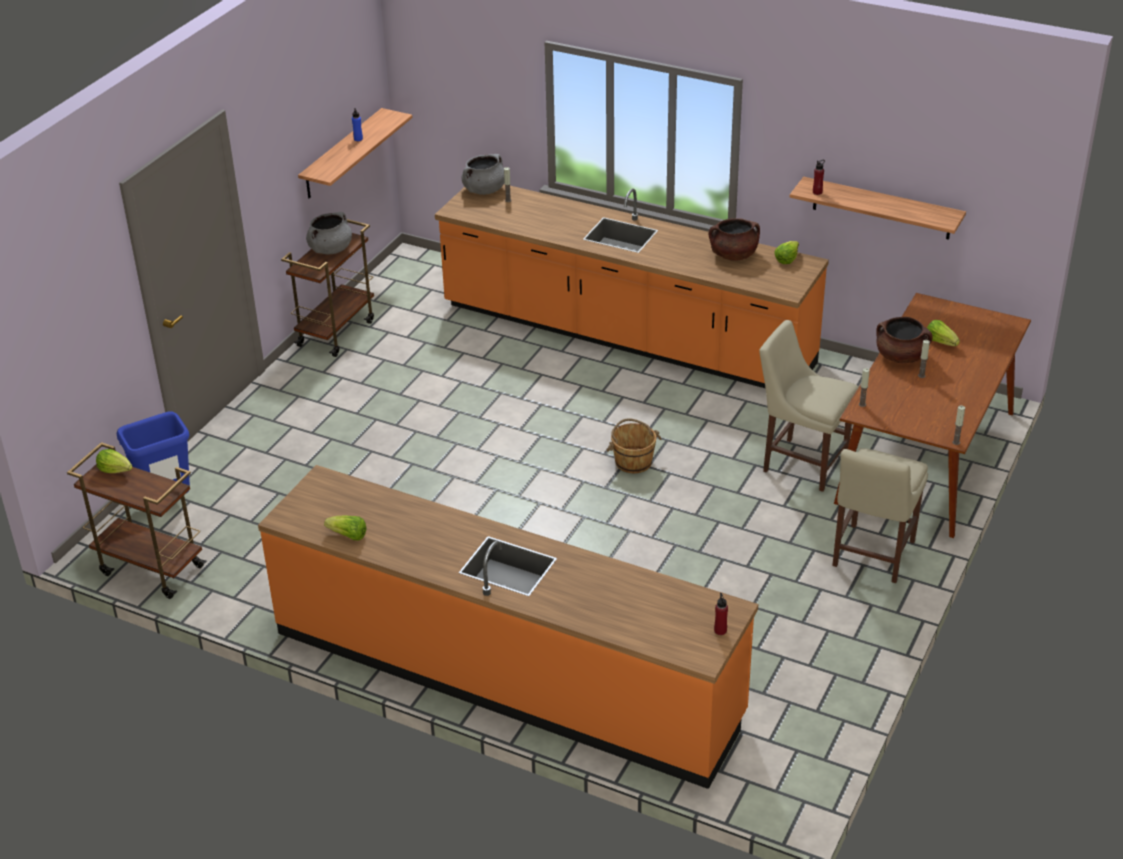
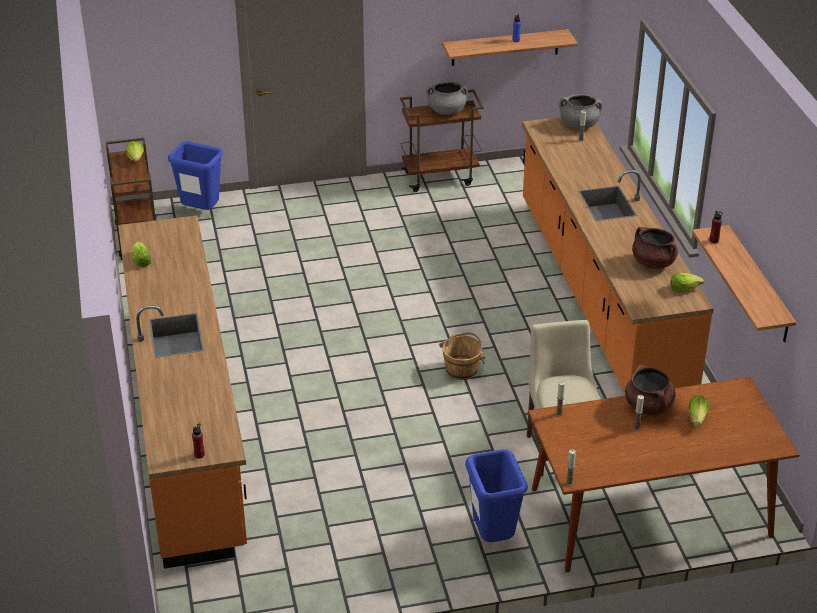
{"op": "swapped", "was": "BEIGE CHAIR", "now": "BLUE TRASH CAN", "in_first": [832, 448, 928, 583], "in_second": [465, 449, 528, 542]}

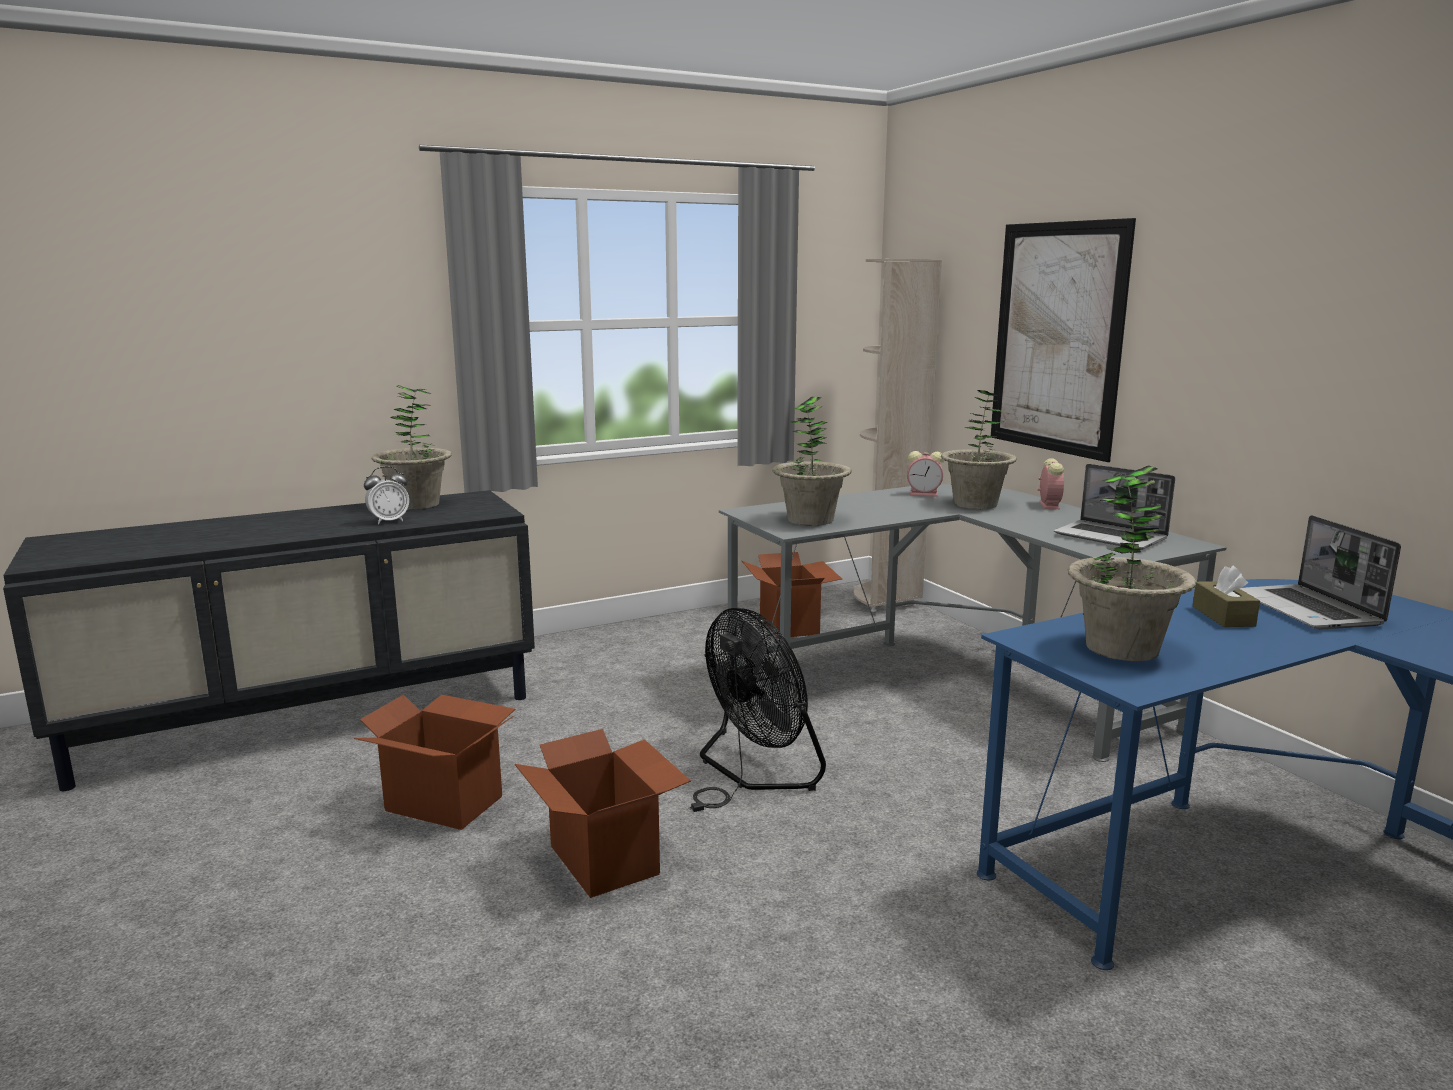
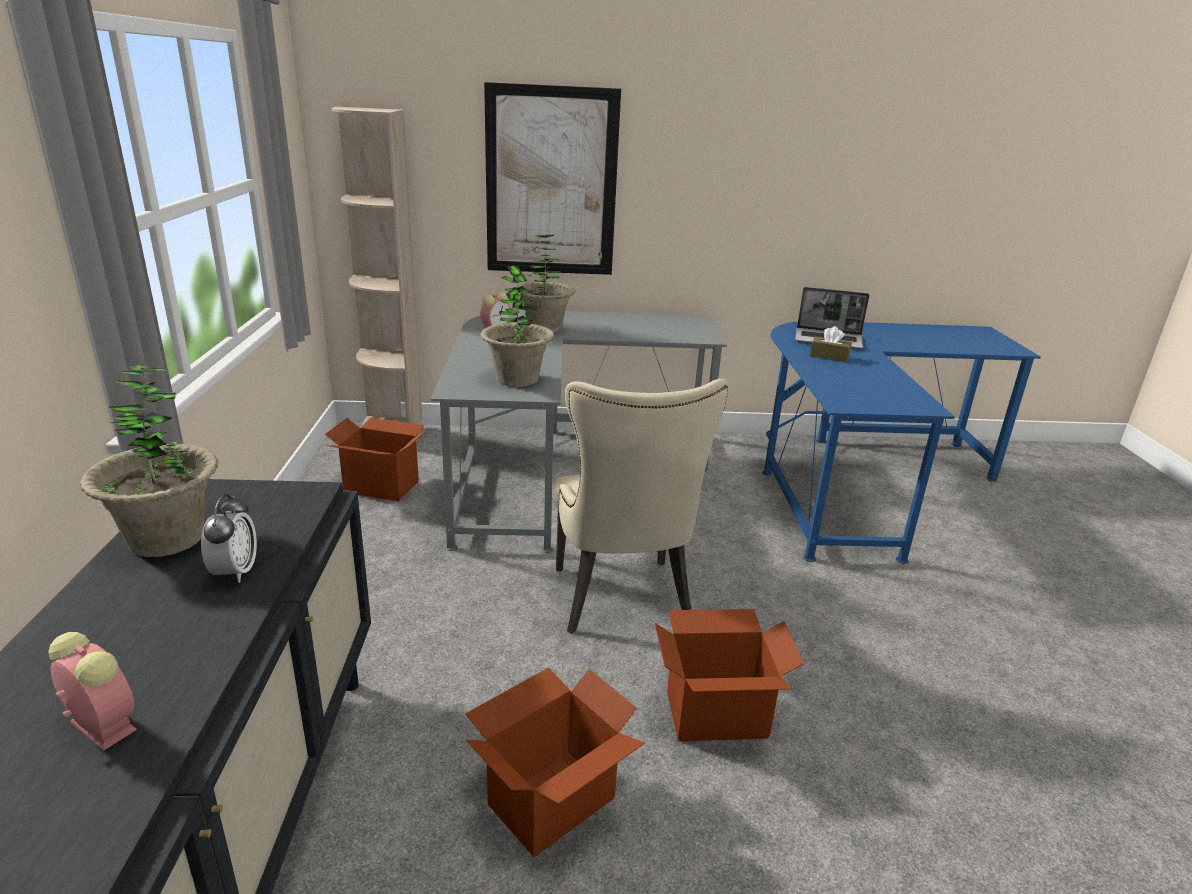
{"op": "shifted", "was": "ALARM CLOCK", "in_first": [1038, 458, 1064, 509], "in_second": [48, 632, 137, 751]}
{"op": "swapped", "was": "BLACK FAN", "now": "BEIGE CHAIR", "in_first": [690, 608, 826, 812], "in_second": [554, 379, 728, 634]}
{"op": "gone", "was": "LAPTOP", "in_first": [1054, 464, 1175, 550]}
{"op": "gone", "was": "POTTED PLANT", "in_first": [1068, 465, 1196, 661]}

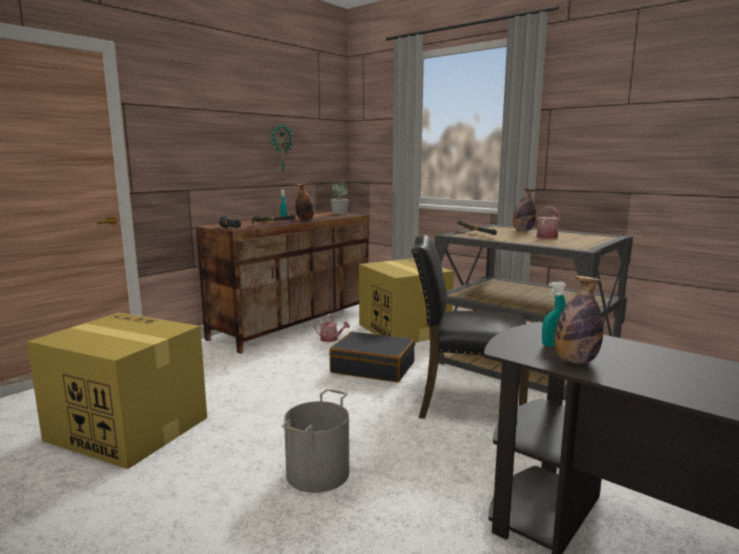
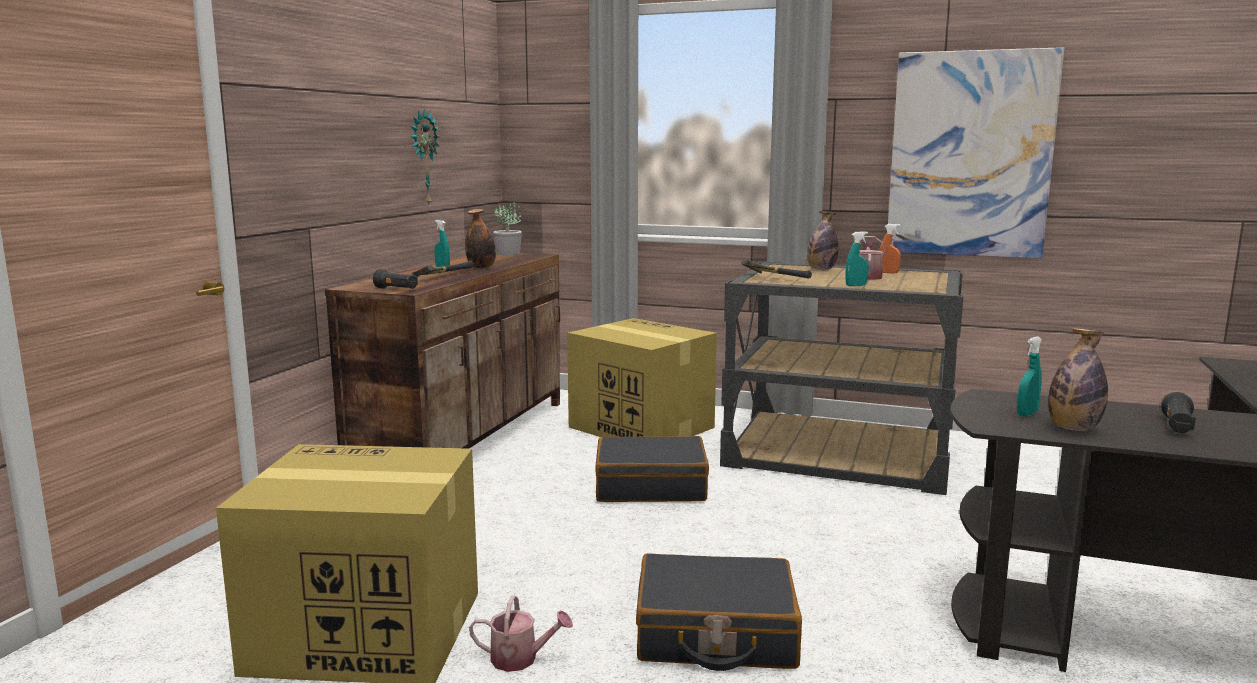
{"op": "shifted", "was": "WATERING CAN", "in_first": [314, 314, 350, 342], "in_second": [469, 595, 573, 672]}
{"op": "swapped", "was": "GREY BUCKET", "now": "BLACK SUITCASE", "in_first": [282, 389, 349, 493], "in_second": [636, 553, 802, 671]}
{"op": "new", "now": "TURQUOISE SPRAY BOTTLE", "in_second": [846, 231, 869, 286]}
{"op": "new", "now": "ORANGE SPRAY BOTTLE", "in_second": [879, 224, 901, 274]}
{"op": "new", "now": "PICTURE", "in_second": [888, 47, 1065, 258]}
{"op": "new", "now": "BLACK FLASHLIGHT", "in_second": [1161, 392, 1196, 433]}
{"op": "gone", "was": "BLACK CHAIR", "in_first": [411, 235, 529, 419]}

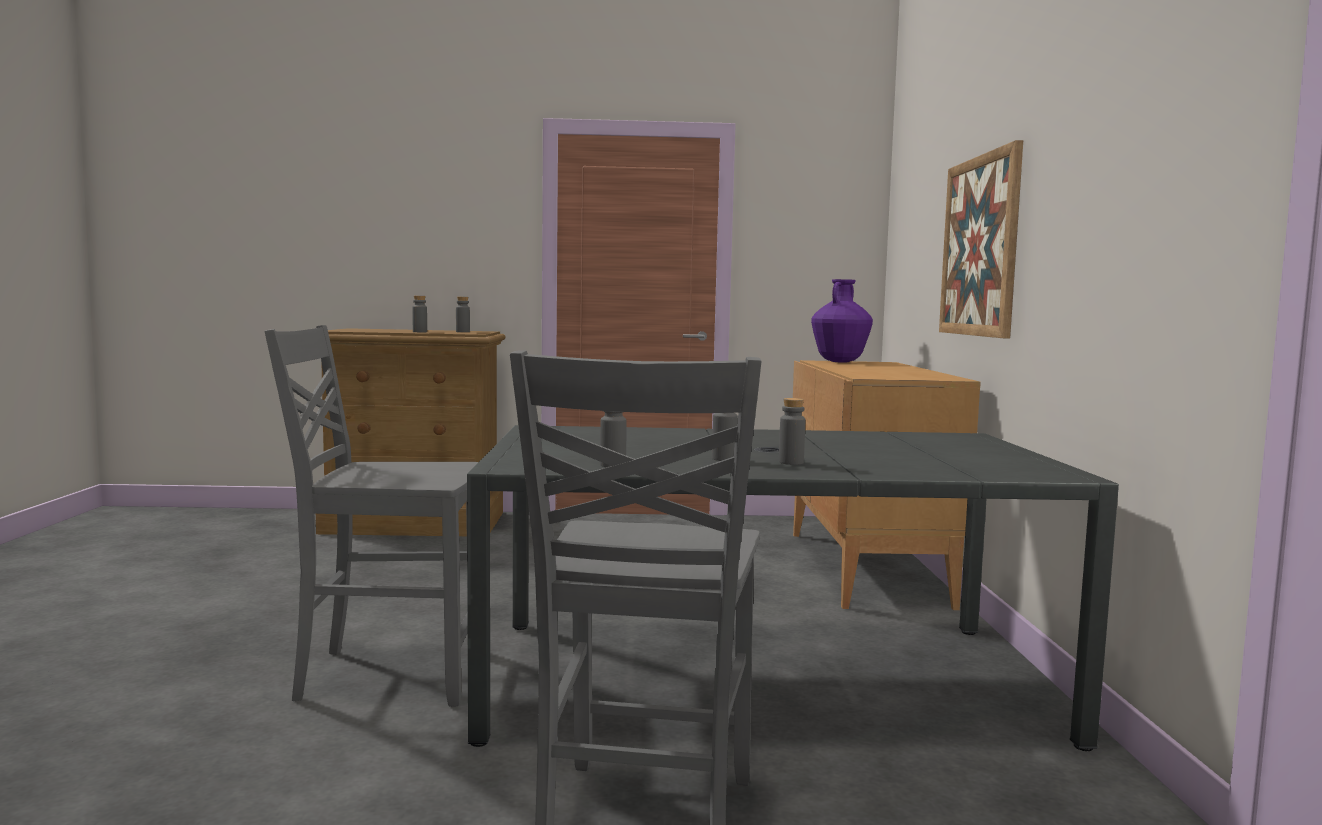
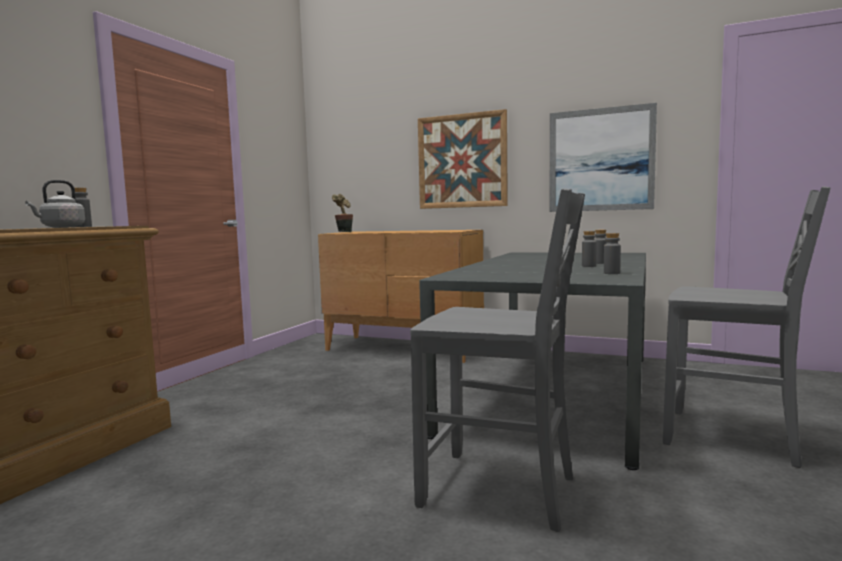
{"op": "swapped", "was": "GREY BOTTLE", "now": "GREY KETTLE", "in_first": [412, 296, 427, 332], "in_second": [25, 180, 85, 228]}
{"op": "swapped", "was": "PURPLE VASE", "now": "POTTED PLANT", "in_first": [811, 279, 873, 363], "in_second": [332, 194, 353, 232]}
{"op": "rotated", "was": "GREY CHAIR", "in_first": [265, 325, 478, 707], "in_second": [410, 188, 585, 532], "clockwise": -90}
{"op": "new", "now": "PICTURE", "in_second": [549, 103, 657, 212]}

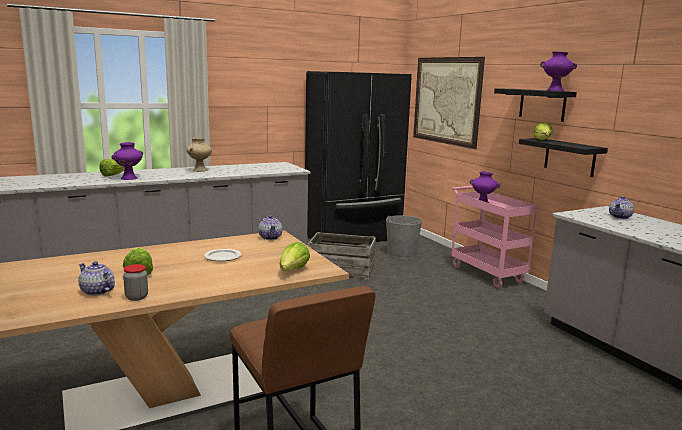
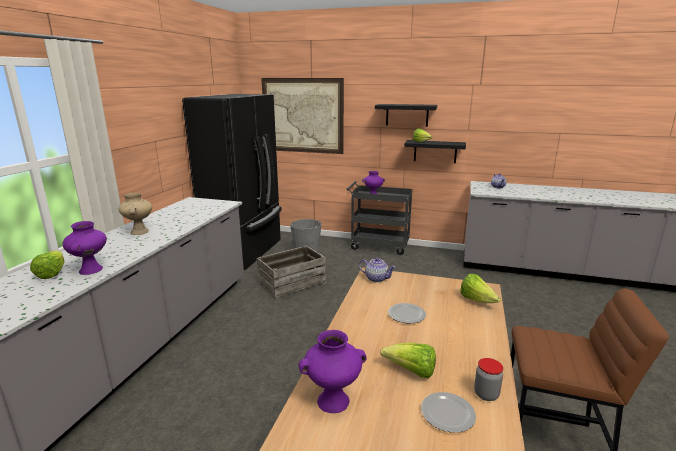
{"op": "shifted", "was": "PURPLE VASE", "in_first": [540, 51, 577, 91], "in_second": [299, 330, 367, 413]}
{"op": "repainted", "was": "PINK CART", "now": "GREY CART", "in_first": [451, 186, 537, 288], "in_second": [347, 181, 412, 255]}
{"op": "swapped", "was": "TEAPOT", "now": "PLATE", "in_first": [78, 261, 115, 296], "in_second": [421, 392, 476, 433]}

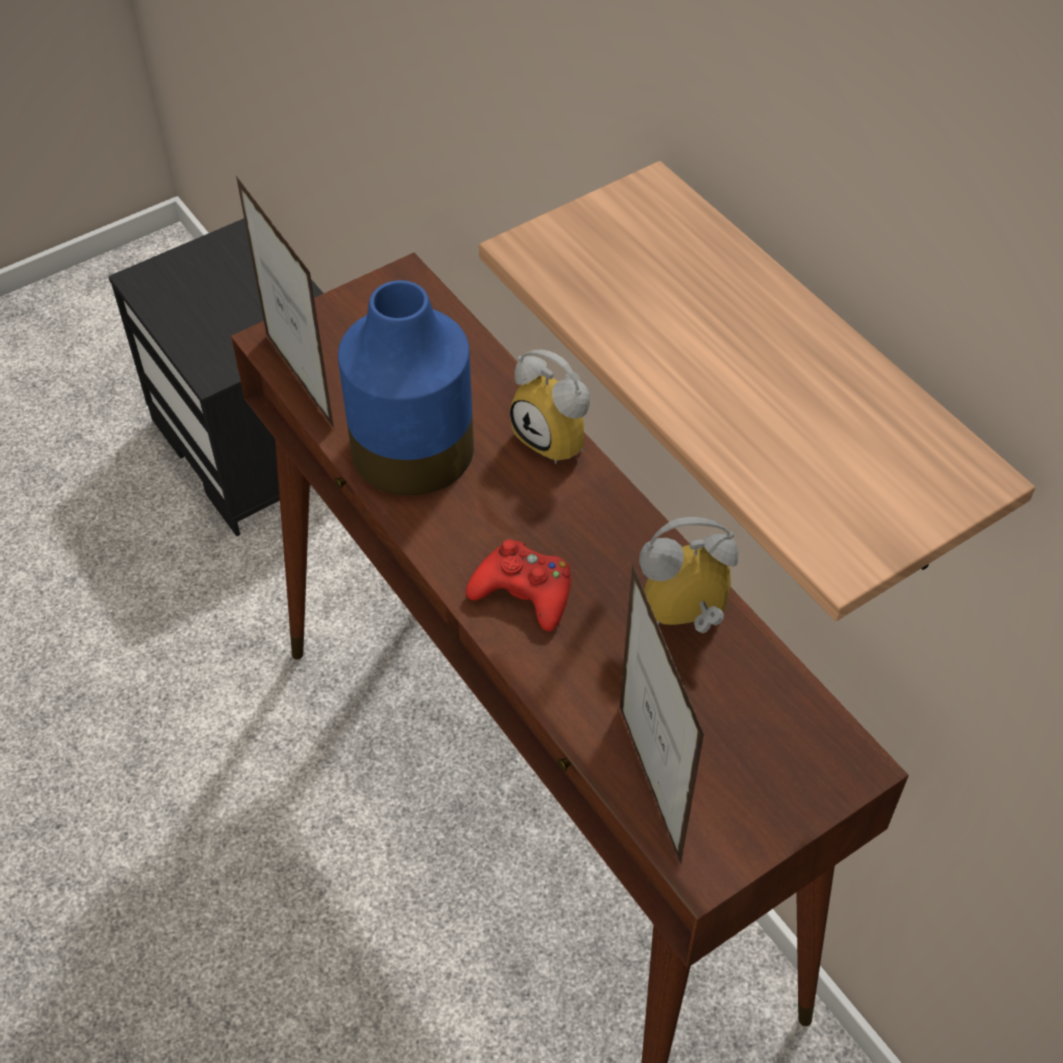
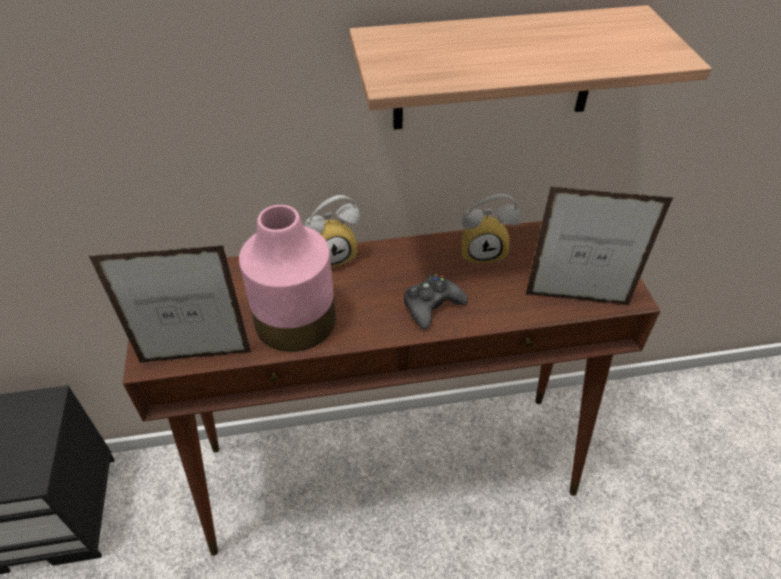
{"op": "repainted", "was": "BLUE VASE", "now": "PINK VASE", "in_first": [338, 280, 474, 496], "in_second": [239, 205, 336, 352]}
{"op": "repainted", "was": "RED GAME CONTROLLER", "now": "BLACK GAME CONTROLLER", "in_first": [466, 539, 571, 631], "in_second": [404, 274, 468, 330]}
{"op": "rotated", "was": "ALARM CLOCK", "in_first": [639, 517, 738, 633], "in_second": [462, 193, 520, 265], "clockwise": -105}

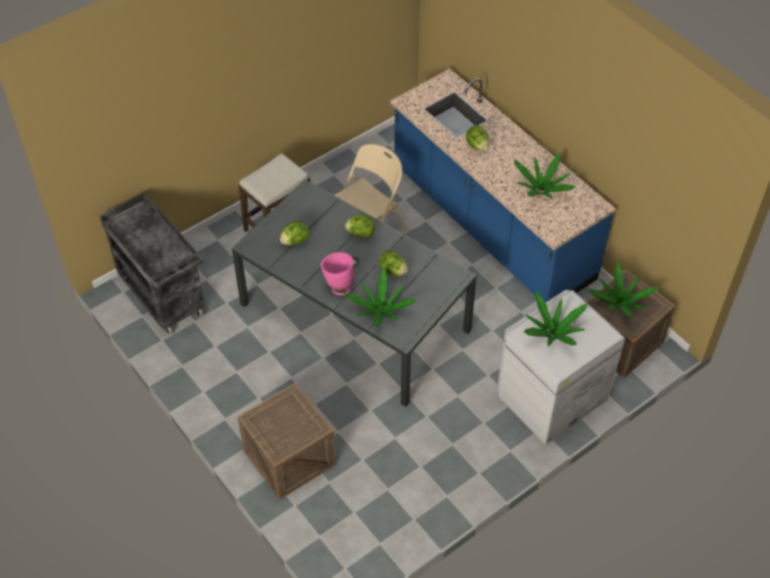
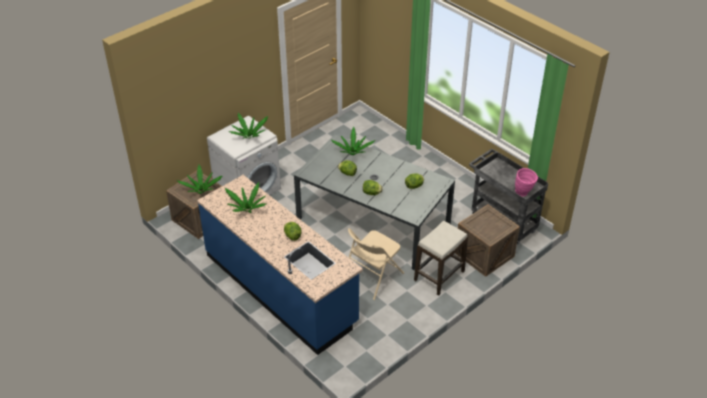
{"op": "shifted", "was": "CRATE", "in_first": [237, 383, 336, 500], "in_second": [455, 204, 520, 277]}
{"op": "shifted", "was": "PINK VASE", "in_first": [321, 252, 354, 295], "in_second": [515, 168, 538, 196]}

